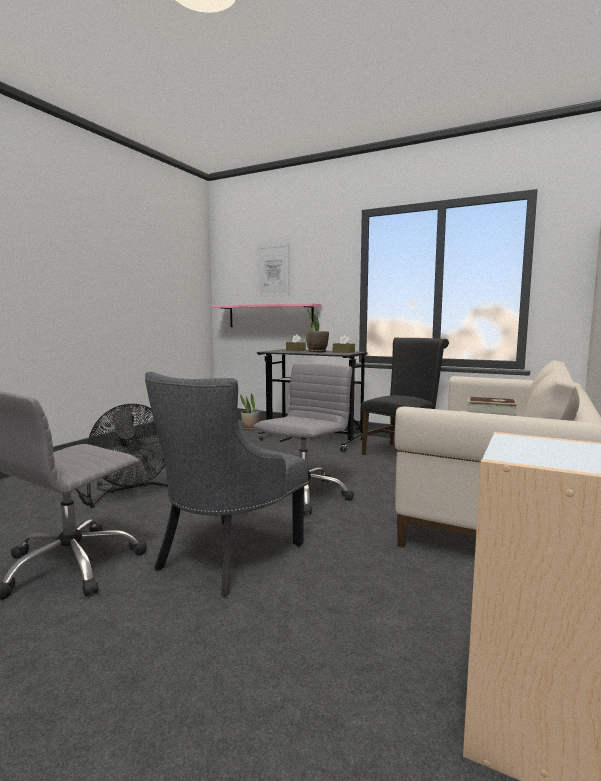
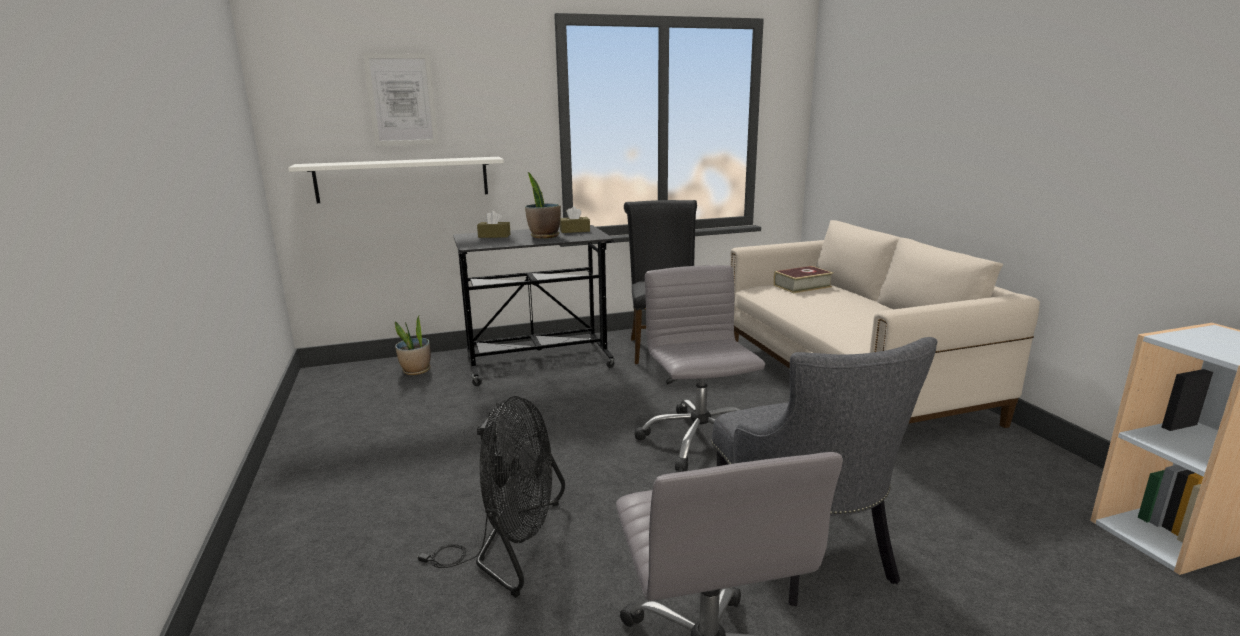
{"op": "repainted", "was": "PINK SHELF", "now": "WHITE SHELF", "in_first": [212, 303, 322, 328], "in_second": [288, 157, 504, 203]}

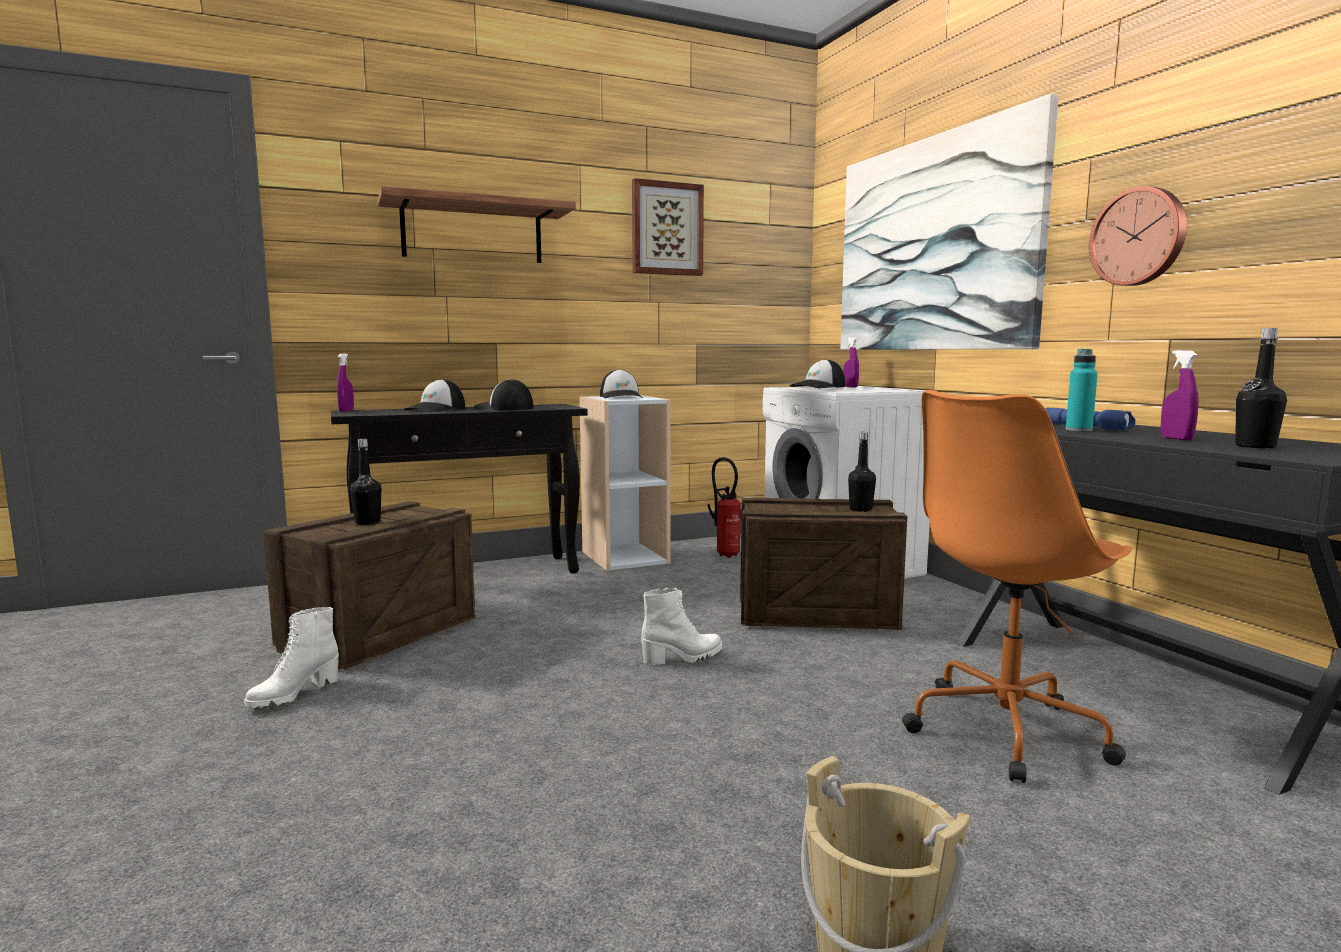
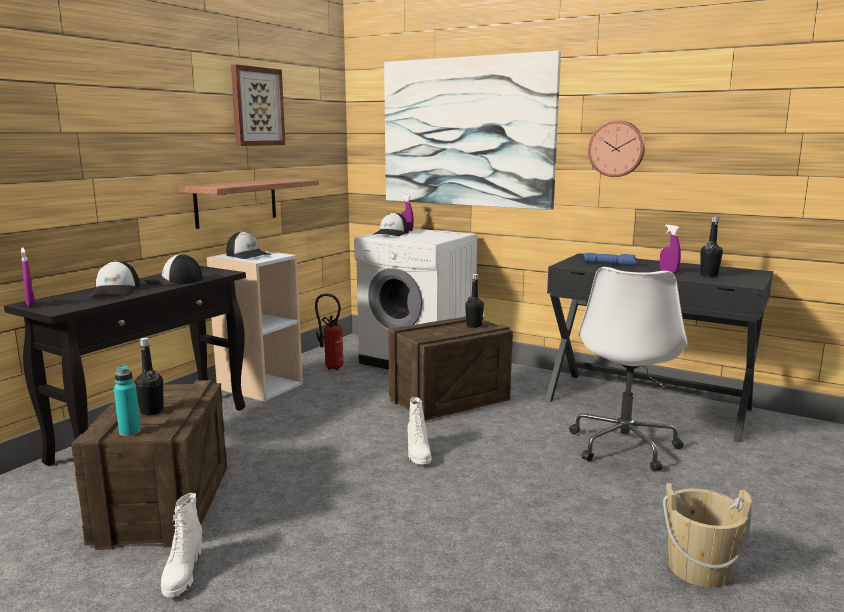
{"op": "shifted", "was": "TURQUOISE BOTTLE", "in_first": [1066, 349, 1098, 432], "in_second": [114, 365, 141, 436]}
{"op": "shifted", "was": "SHELF", "in_first": [377, 186, 576, 263], "in_second": [179, 178, 319, 229]}
{"op": "rotated", "was": "WHITE BOOT", "in_first": [641, 588, 722, 665], "in_second": [407, 397, 432, 465], "clockwise": 135}
{"op": "repainted", "was": "ORANGE OFFICE CHAIR", "now": "WHITE OFFICE CHAIR", "in_first": [902, 390, 1132, 783], "in_second": [569, 267, 689, 472]}

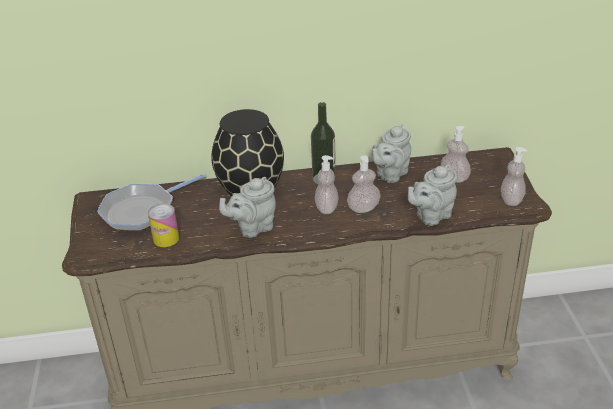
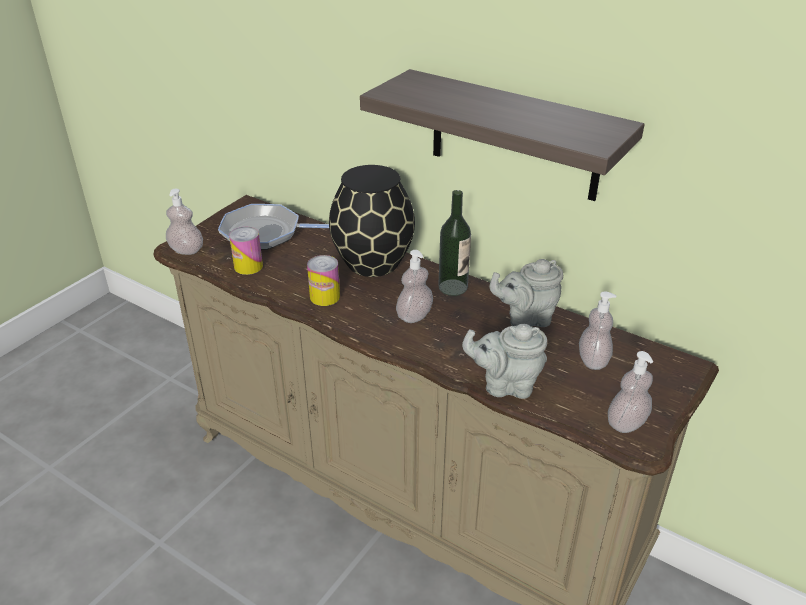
{"op": "shifted", "was": "SOAP DISPENSER", "in_first": [347, 155, 381, 213], "in_second": [166, 189, 203, 255]}
{"op": "swapped", "was": "GREY TEAPOT", "now": "CAN", "in_first": [219, 177, 276, 238], "in_second": [307, 255, 340, 306]}
{"op": "new", "now": "SHELF", "in_second": [360, 69, 645, 201]}

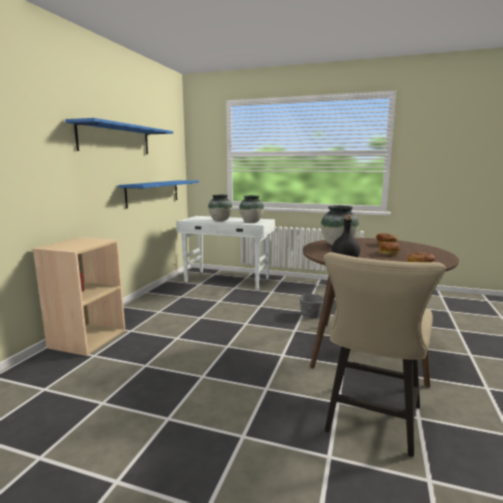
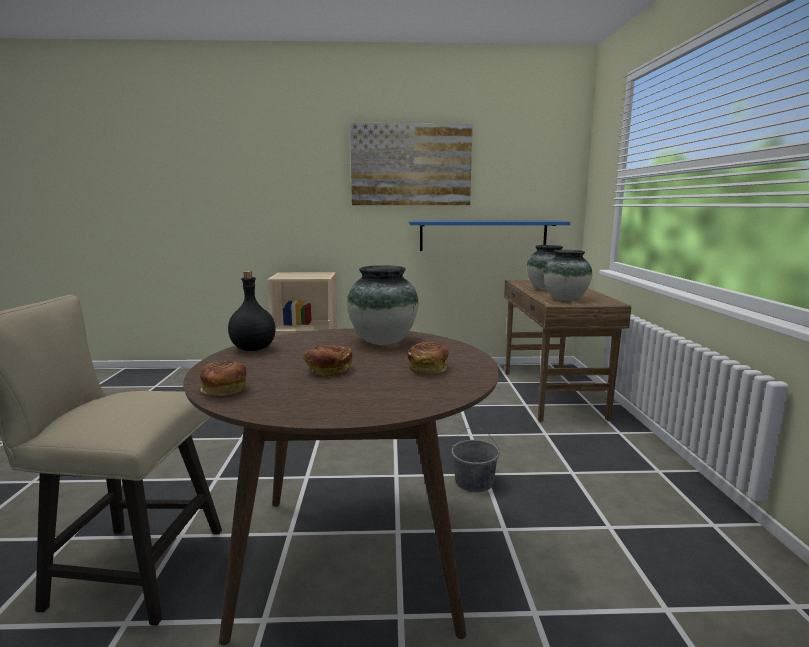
{"op": "swapped", "was": "BLUE SHELF", "now": "PICTURE", "in_first": [65, 118, 173, 154], "in_second": [350, 123, 472, 205]}
{"op": "repainted", "was": "WHITE CONSOLE TABLE", "now": "BROWN CONSOLE TABLE", "in_first": [176, 216, 275, 290], "in_second": [504, 280, 631, 422]}

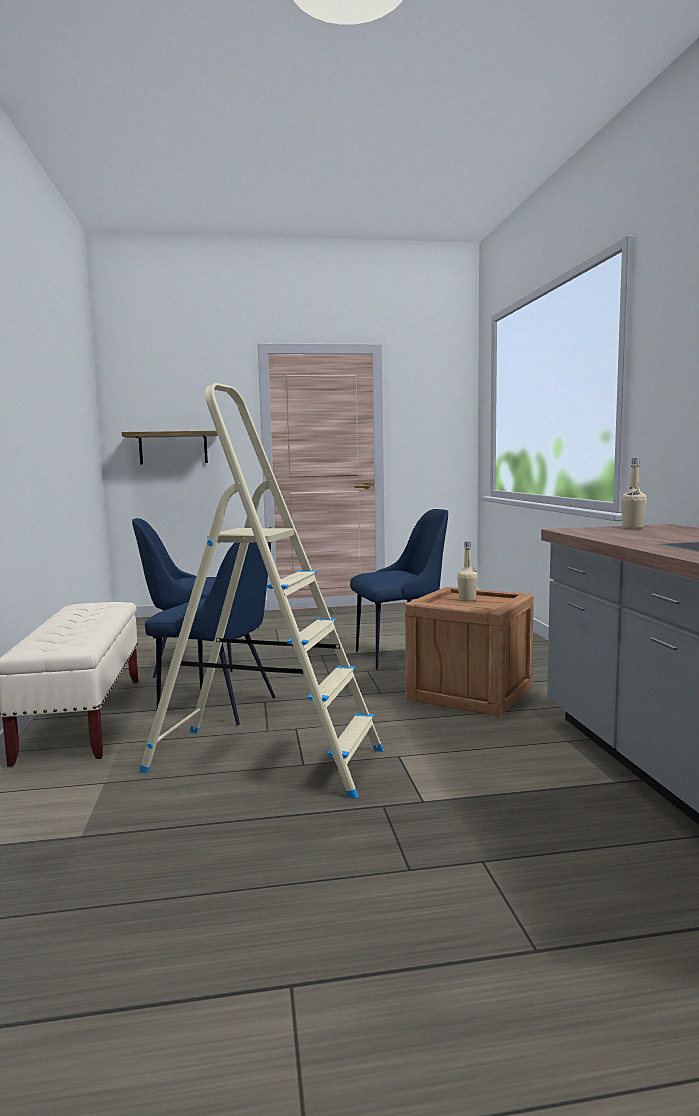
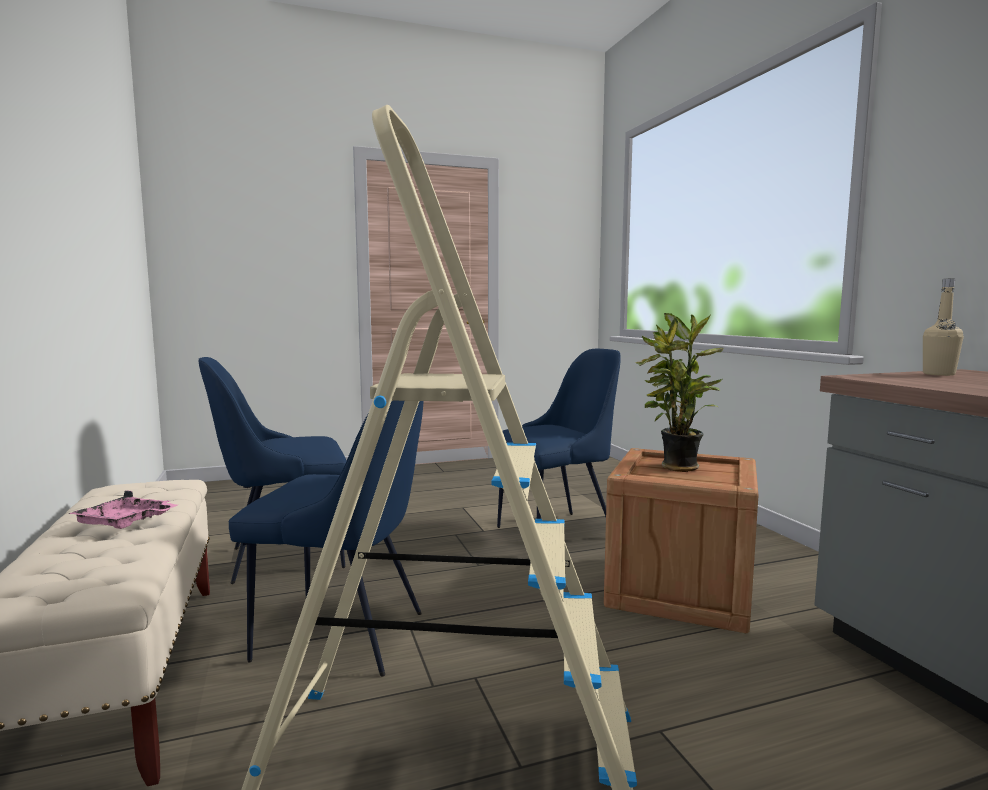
{"op": "new", "now": "PINK TRAY", "in_second": [68, 491, 178, 529]}
{"op": "swapped", "was": "BEIGE BOTTLE", "now": "POTTED PLANT", "in_first": [457, 542, 478, 601], "in_second": [636, 313, 723, 472]}
{"op": "gone", "was": "SHELF", "in_first": [122, 431, 218, 464]}

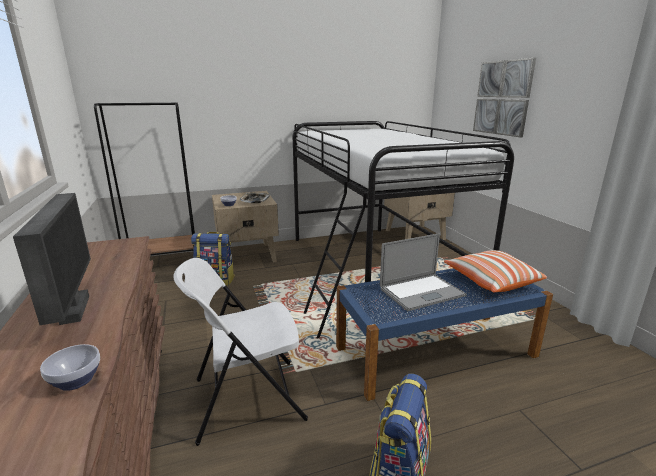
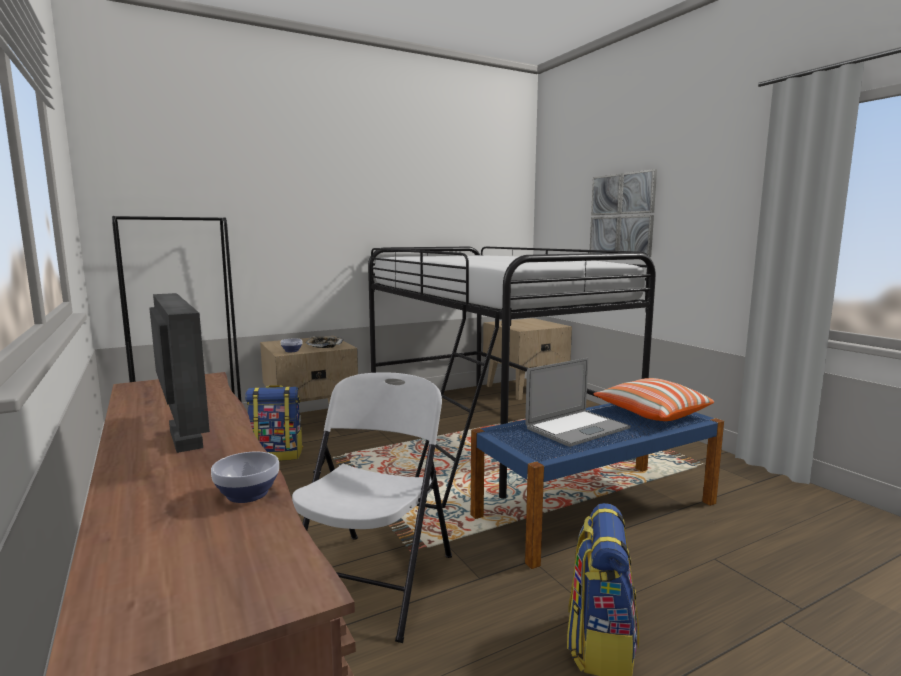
{"op": "rotated", "was": "WHITE CHAIR", "in_first": [173, 258, 308, 446], "in_second": [292, 372, 452, 643], "clockwise": 135}

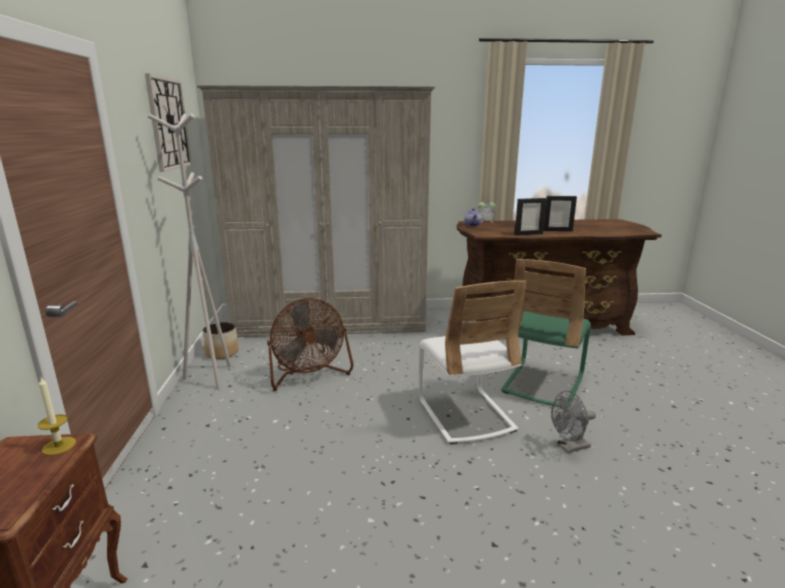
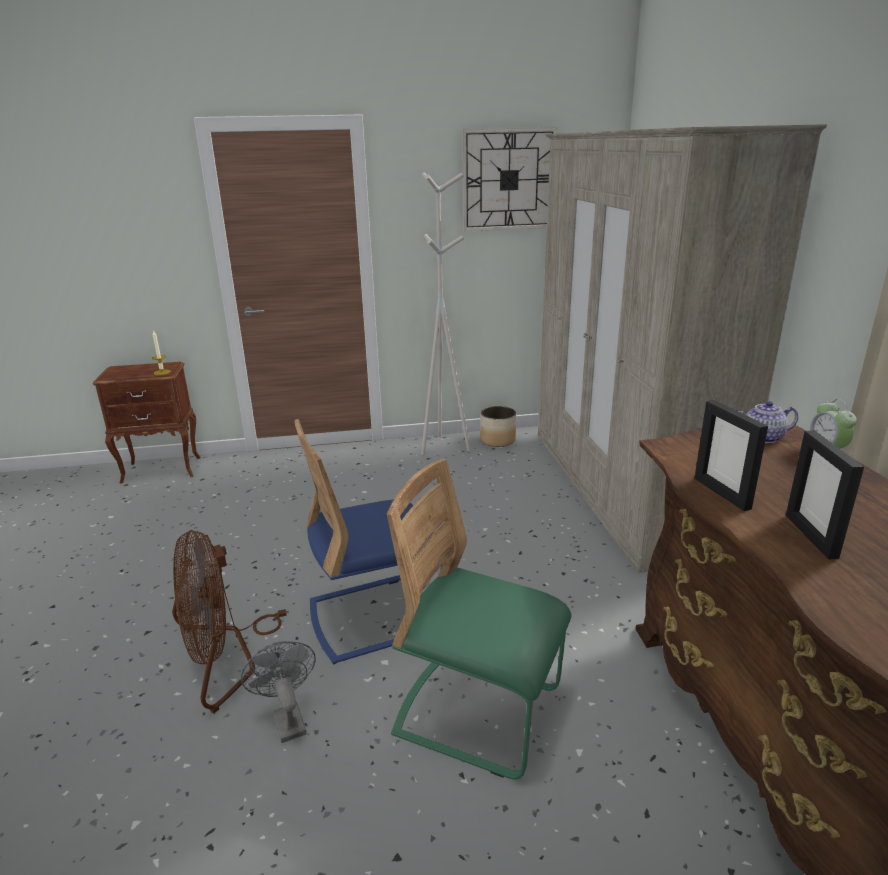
{"op": "shifted", "was": "BROWN FAN", "in_first": [267, 298, 353, 391], "in_second": [172, 530, 289, 714]}
{"op": "repainted", "was": "WHITE CHAIR", "now": "BLUE CHAIR", "in_first": [419, 281, 527, 444], "in_second": [295, 419, 444, 665]}

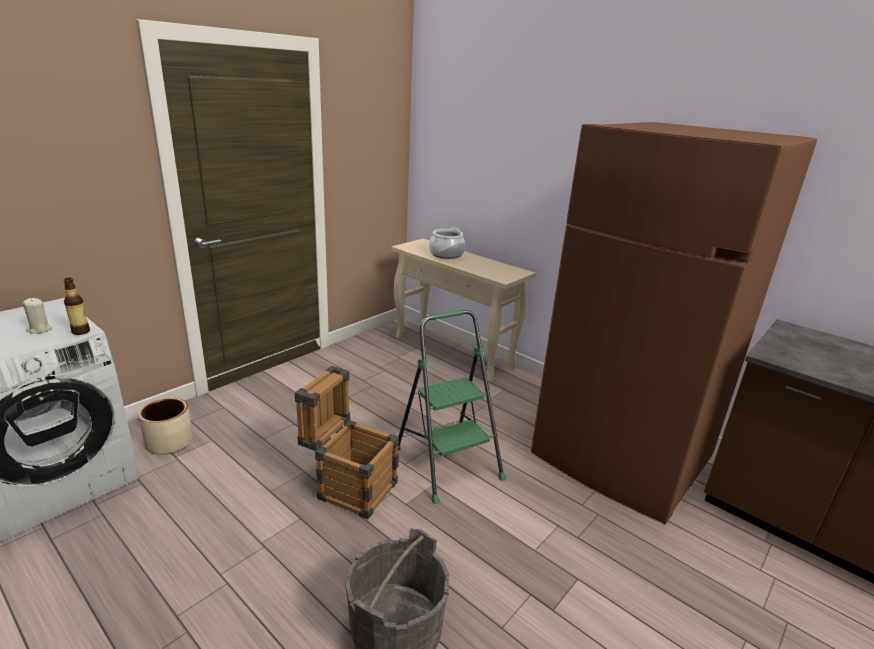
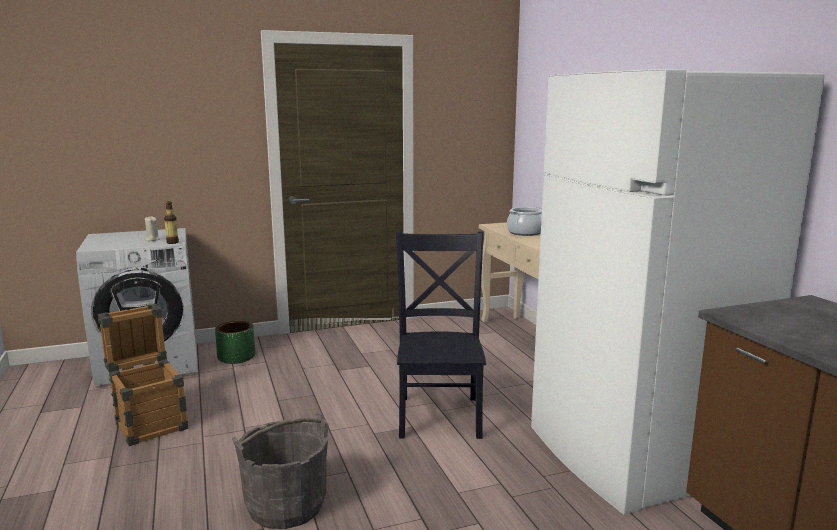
{"op": "shifted", "was": "CRATE", "in_first": [295, 366, 399, 519], "in_second": [98, 304, 188, 446]}
{"op": "repainted", "was": "BEIGE PLANTER", "now": "GREEN PLANTER", "in_first": [139, 398, 193, 455], "in_second": [215, 321, 255, 364]}
{"op": "swapped", "was": "GREEN STEP LADDER", "now": "BLACK CHAIR", "in_first": [398, 310, 506, 504], "in_second": [396, 231, 486, 439]}
{"op": "repainted", "was": "BROWN FRIDGE", "now": "WHITE FRIDGE", "in_first": [531, 122, 817, 524], "in_second": [531, 69, 825, 515]}

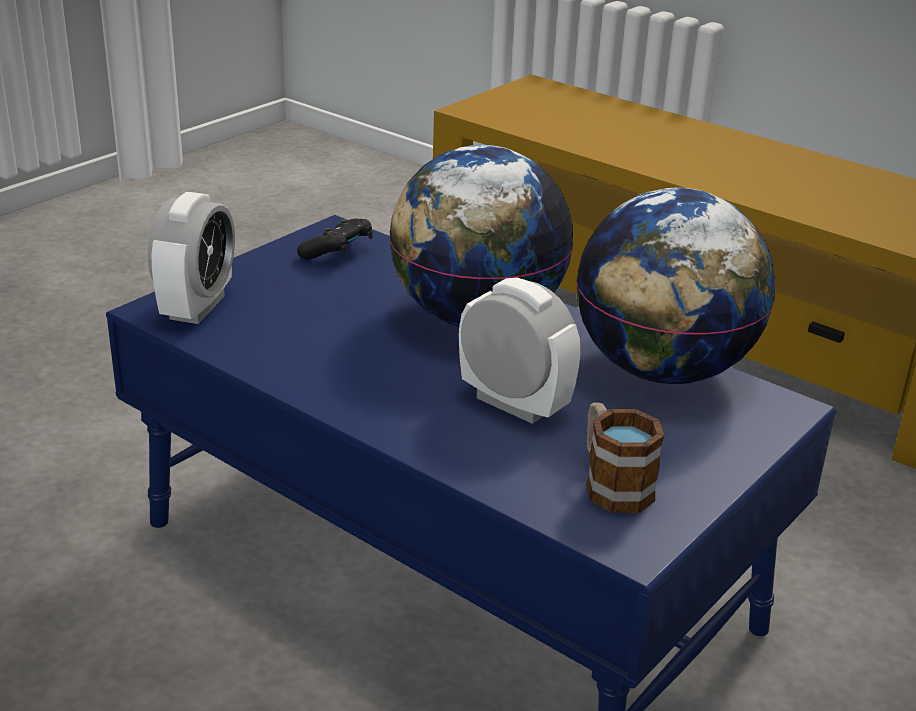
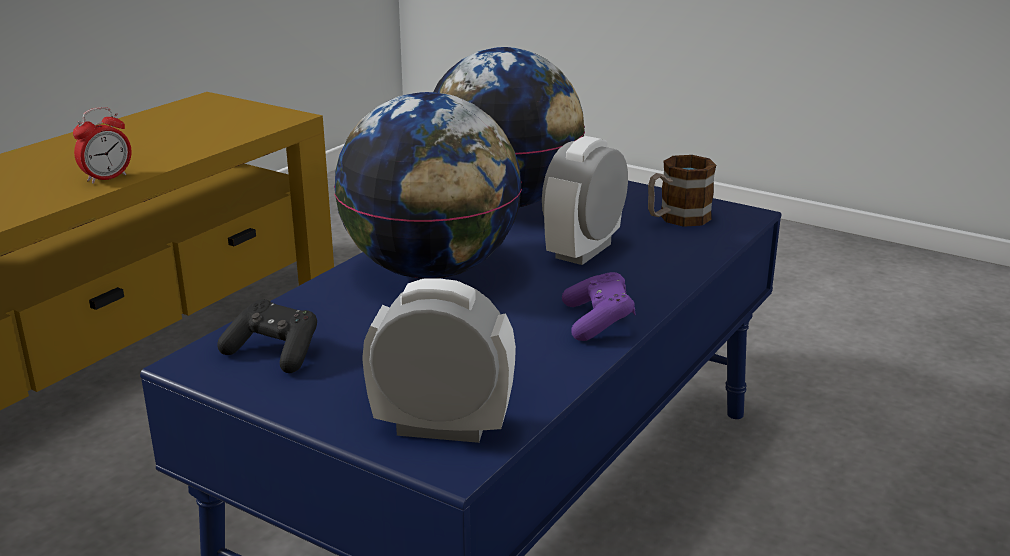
{"op": "new", "now": "ALARM CLOCK", "in_second": [73, 107, 131, 184]}
{"op": "new", "now": "PURPLE GAME CONTROLLER", "in_second": [562, 272, 636, 341]}

